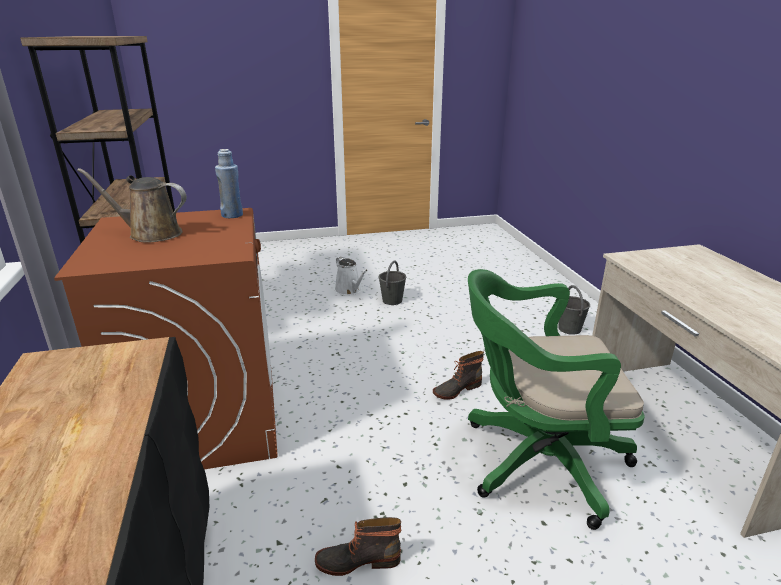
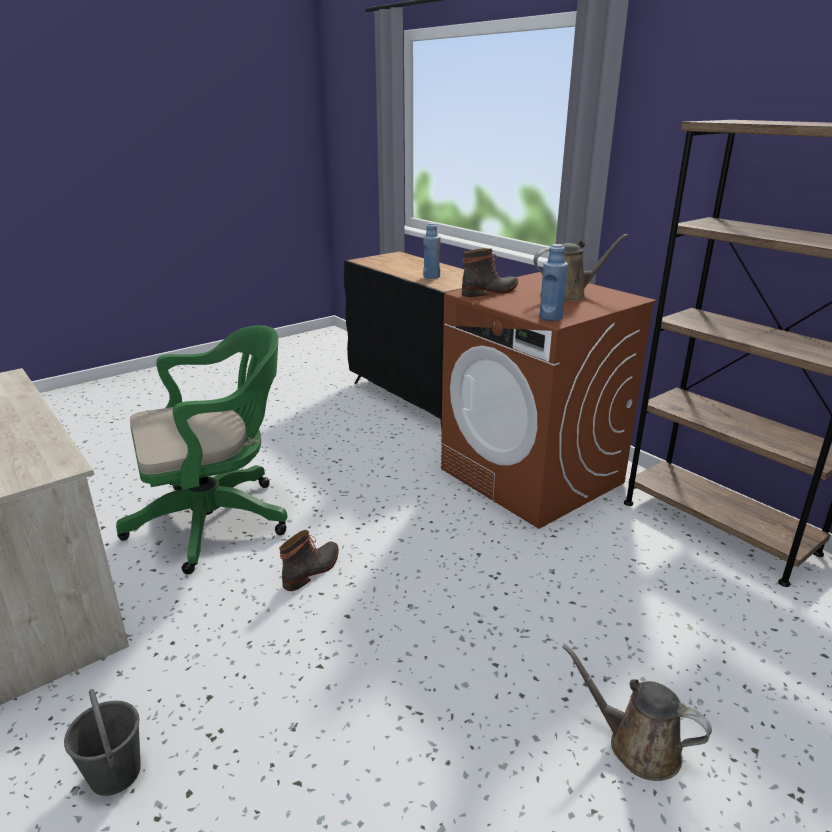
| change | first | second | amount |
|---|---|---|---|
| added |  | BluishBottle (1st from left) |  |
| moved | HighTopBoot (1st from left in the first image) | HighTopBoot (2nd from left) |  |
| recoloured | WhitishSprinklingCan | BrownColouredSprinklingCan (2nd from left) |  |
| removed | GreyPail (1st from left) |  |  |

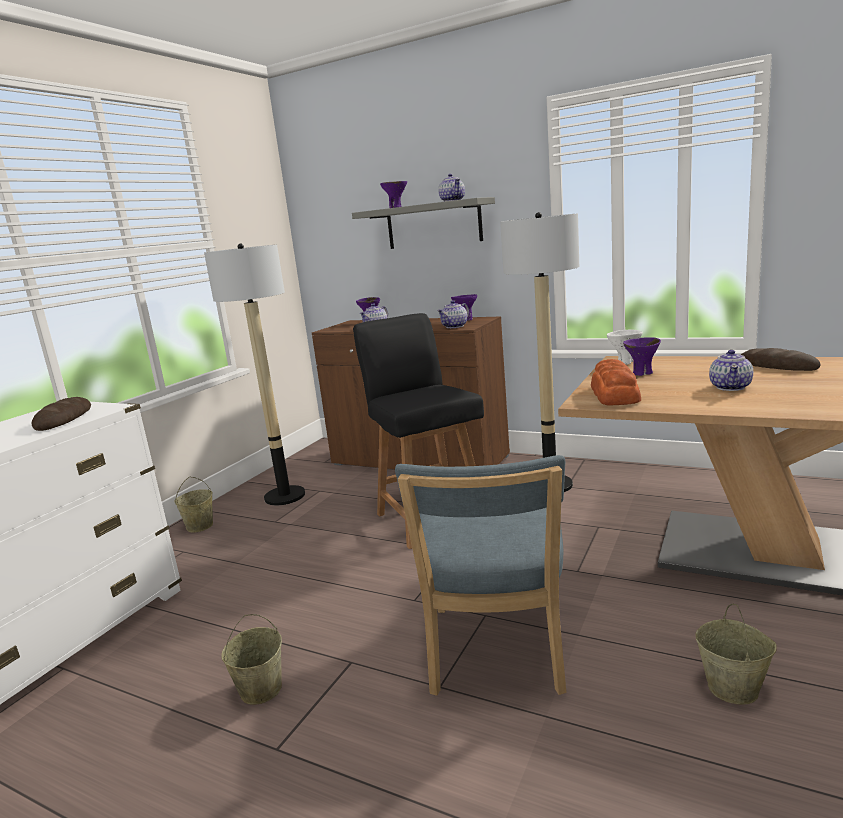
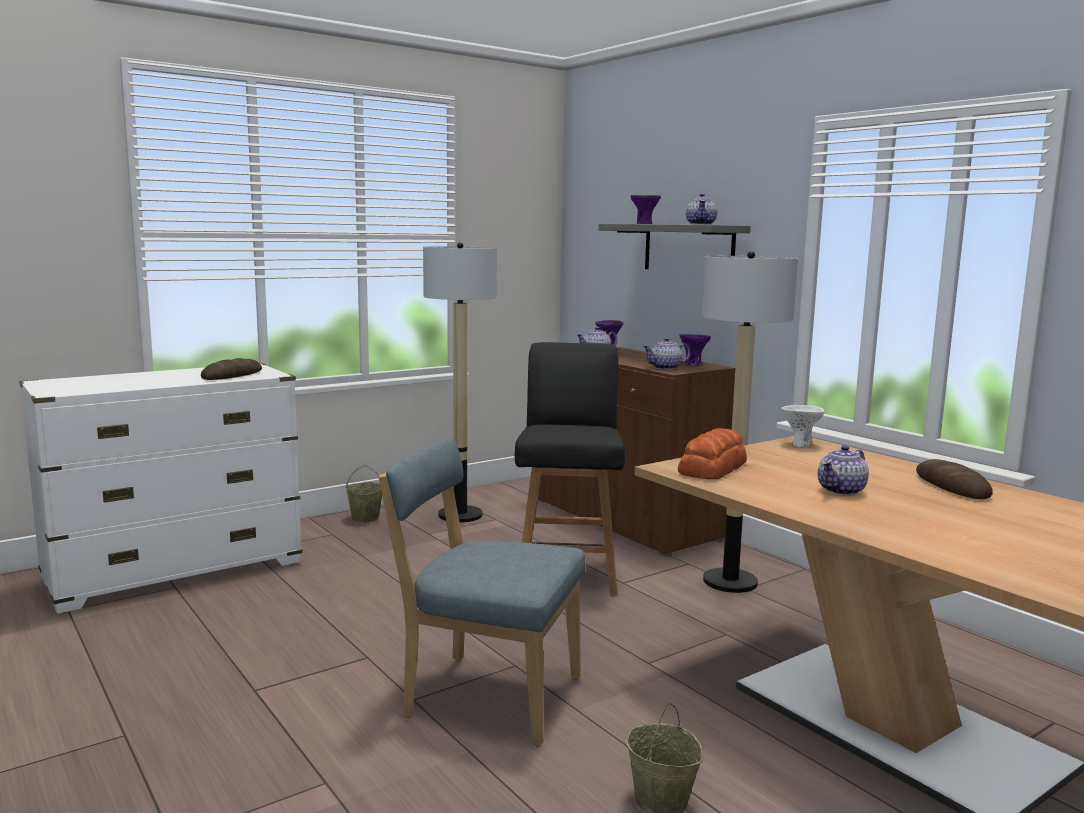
| change | first | second | amount |
|---|---|---|---|
| turned | BluishUprightChair |  | 75 degrees clockwise |
| removed | BeigePail (2nd from left) |  |  |
| removed | PurpleServingBowl (4th from left) |  |  |

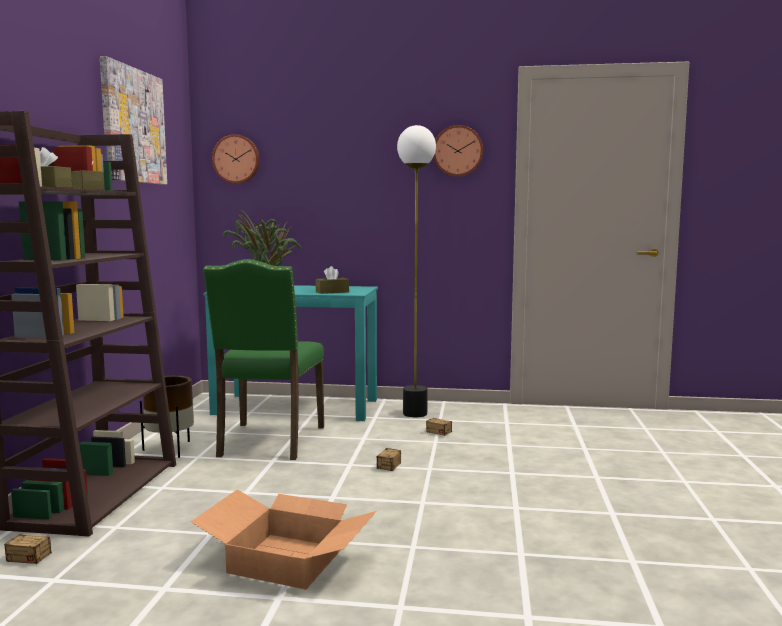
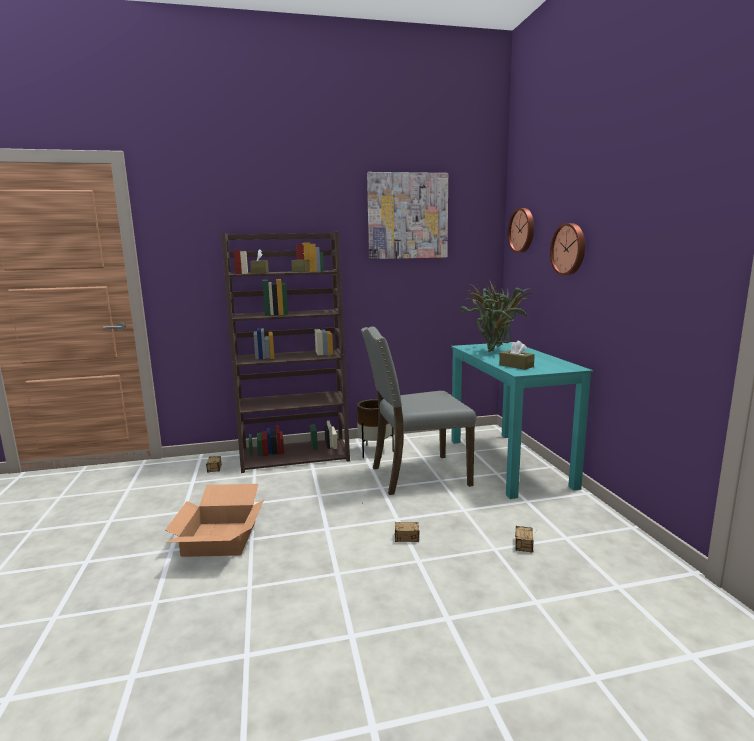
| change | first | second | amount |
|---|---|---|---|
| recoloured | GreenUprightChair | GreyUprightChair |  |
| moved | HangingClock (2nd from left) |  |  |
| removed | StandardLamp |  |  |

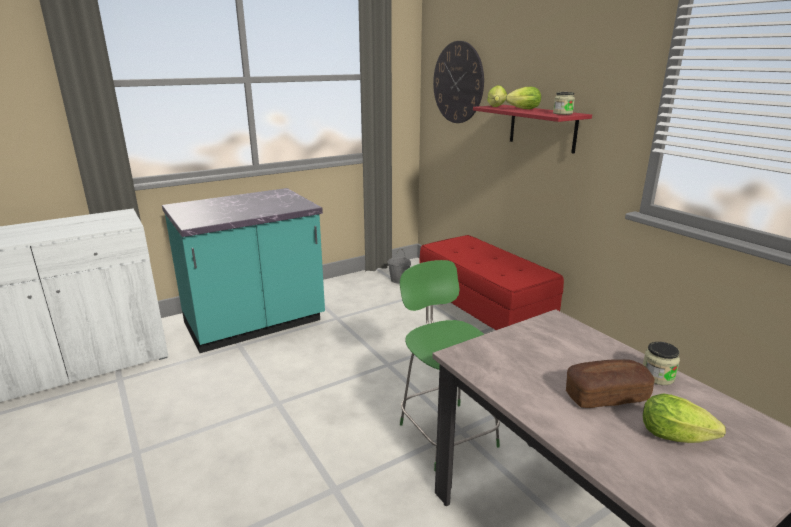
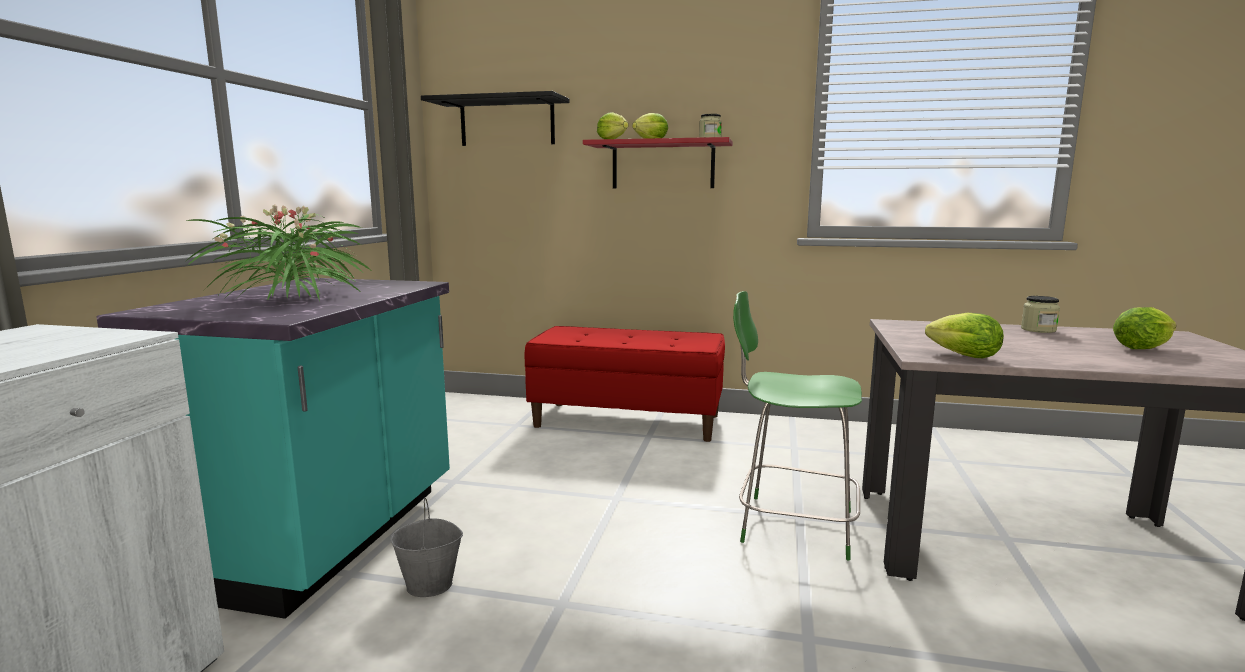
| change | first | second | amount |
|---|---|---|---|
| added |  | Houseplant |  |
| moved | GreyPail |  |  |
| replaced | HangingClock | BlackColouredWallShelf |  |
| added |  | LettuceHead (3rd from left) |  |
| removed | BakedBread |  |  |

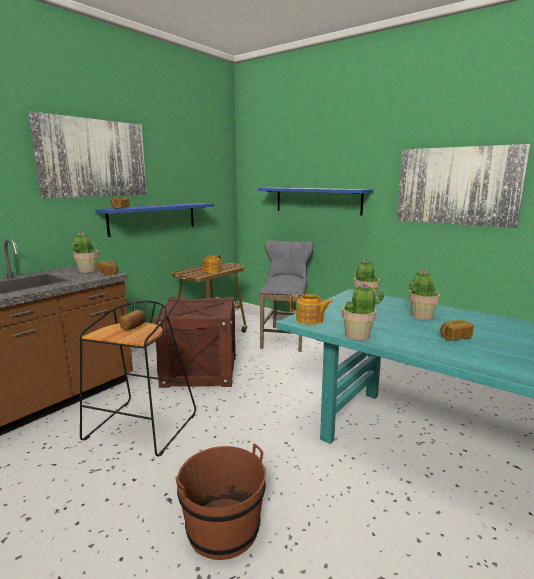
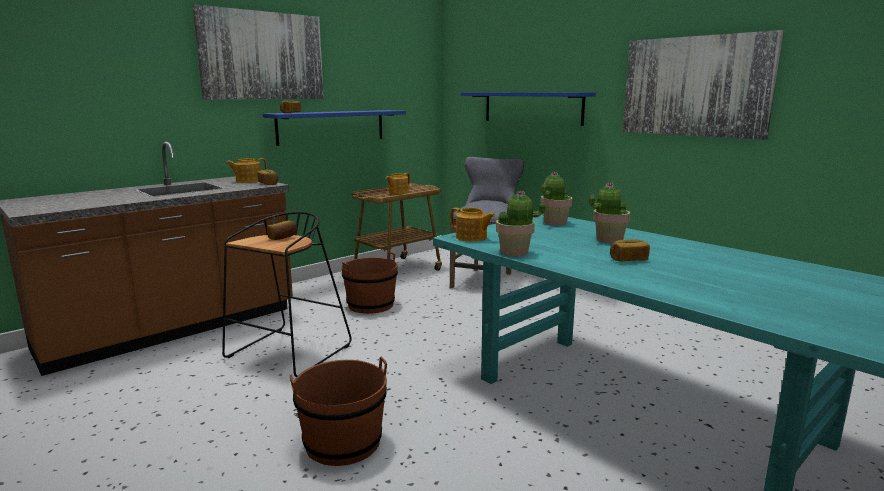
| change | first | second | amount |
|---|---|---|---|
| replaced | Houseplant (1st from left) | Teapot (1st from left) |  |
| replaced | PackingCrate | BrownColouredPail (2nd from left) |  |

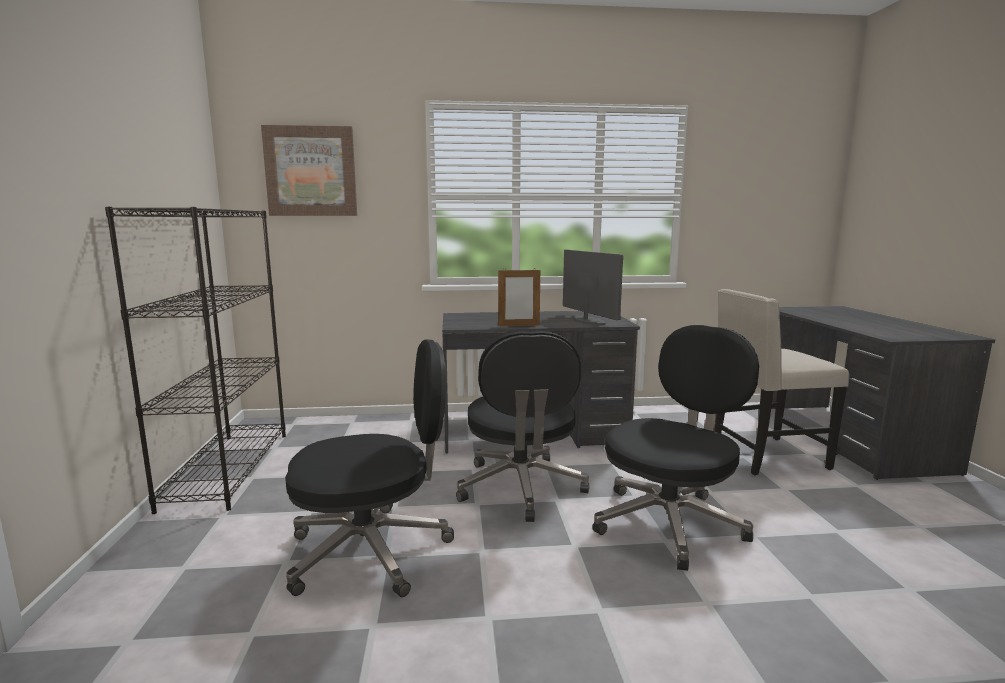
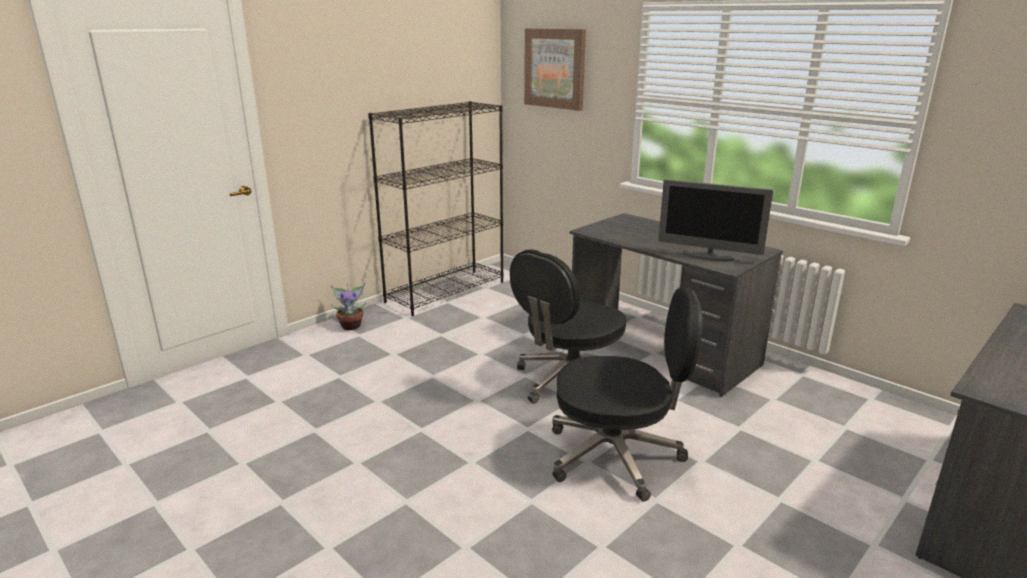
| change | first | second | amount |
|---|---|---|---|
| added |  | Houseplant |  |
| turned | ComputerDisplay |  | 90 degrees clockwise |
| removed | BlackColouredDeskChair (1st from left) |  |  |
| removed | PictureFrame |  |  |
| removed | BeigeUprightChair |  |  |

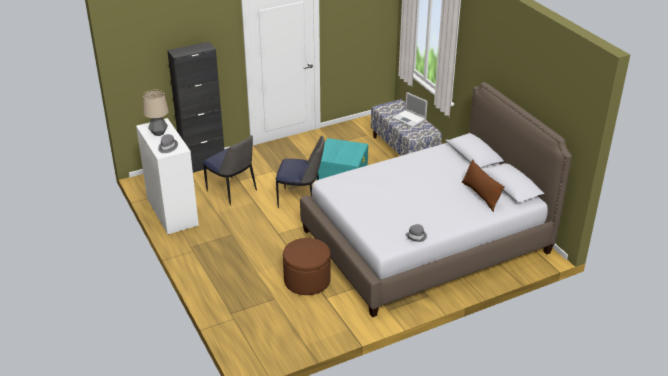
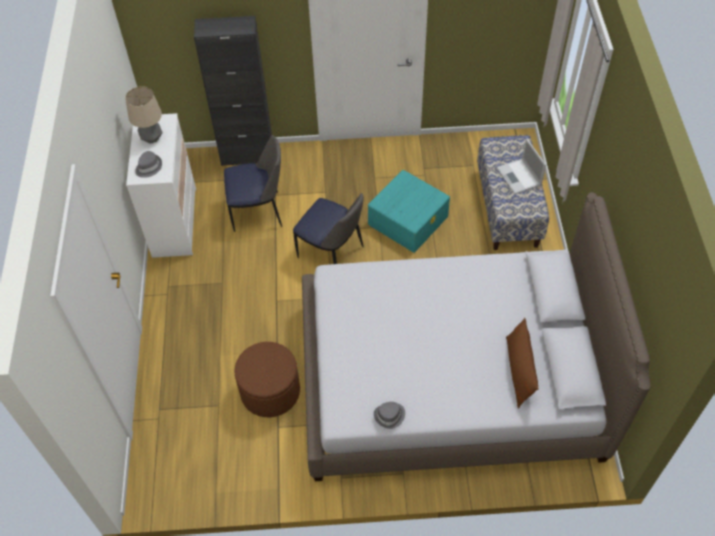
| change | first | second | amount |
|---|---|---|---|
| turned | UprightChair (1st from left) |  | 75 degrees counterclockwise |

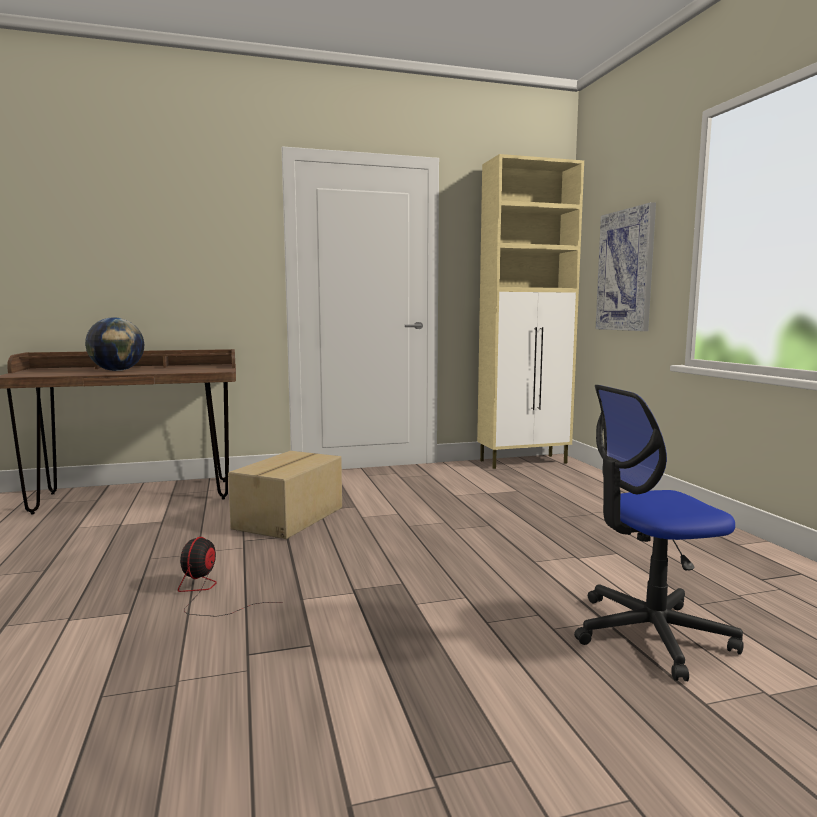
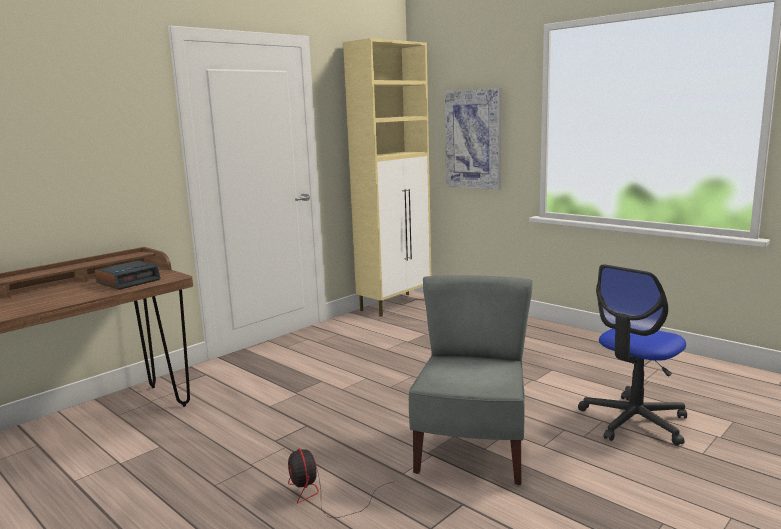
| change | first | second | amount |
|---|---|---|---|
| added |  | TableClock |  |
| added |  | GreyUprightChair |  |
| removed | WorldGlobe |  |  |
| removed | CardboardBox |  |  |

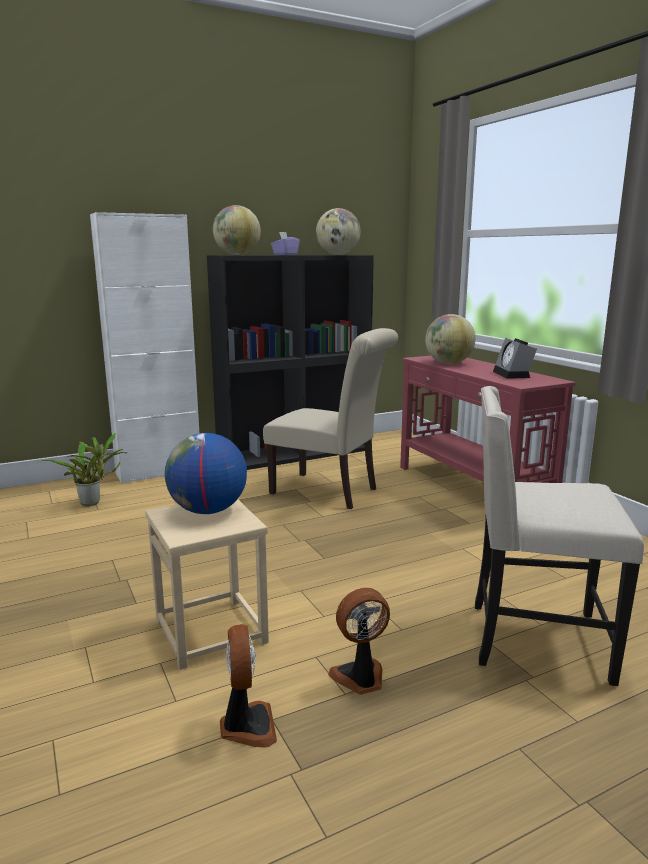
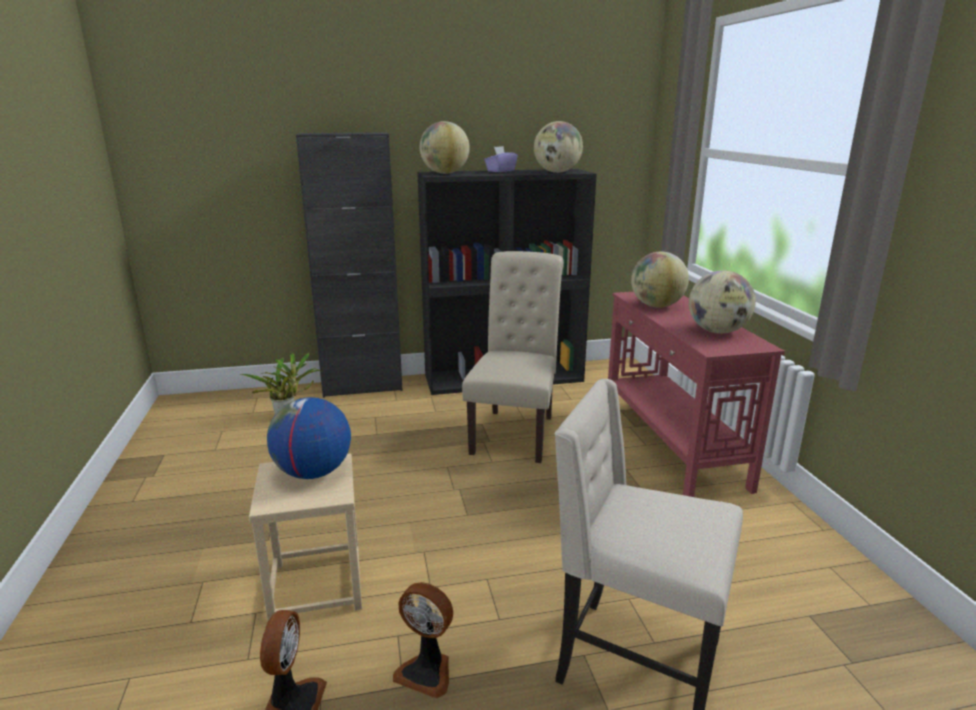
| change | first | second | amount |
|---|---|---|---|
| recoloured | WhitishStorageCabinet | BlackColouredStorageCabinet |  |
| turned | Fan (2nd from left) |  | 150 degrees counterclockwise |
| turned | BeigeUprightChair (1st from left) |  | 120 degrees counterclockwise |
| replaced | TableClock | WorldGlobe (5th from left) |  |

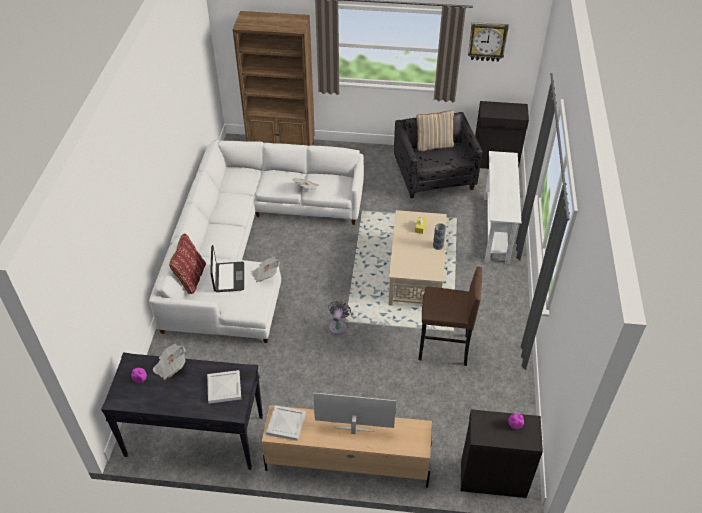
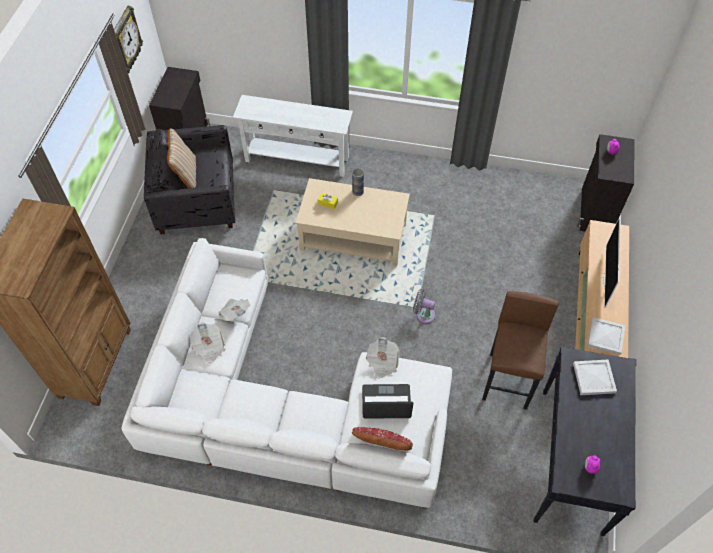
| change | first | second | amount |
|---|---|---|---|
| moved | DailyPaper (1st from left) |  |  |
| moved | BrownColouredSittingStool |  |  |

